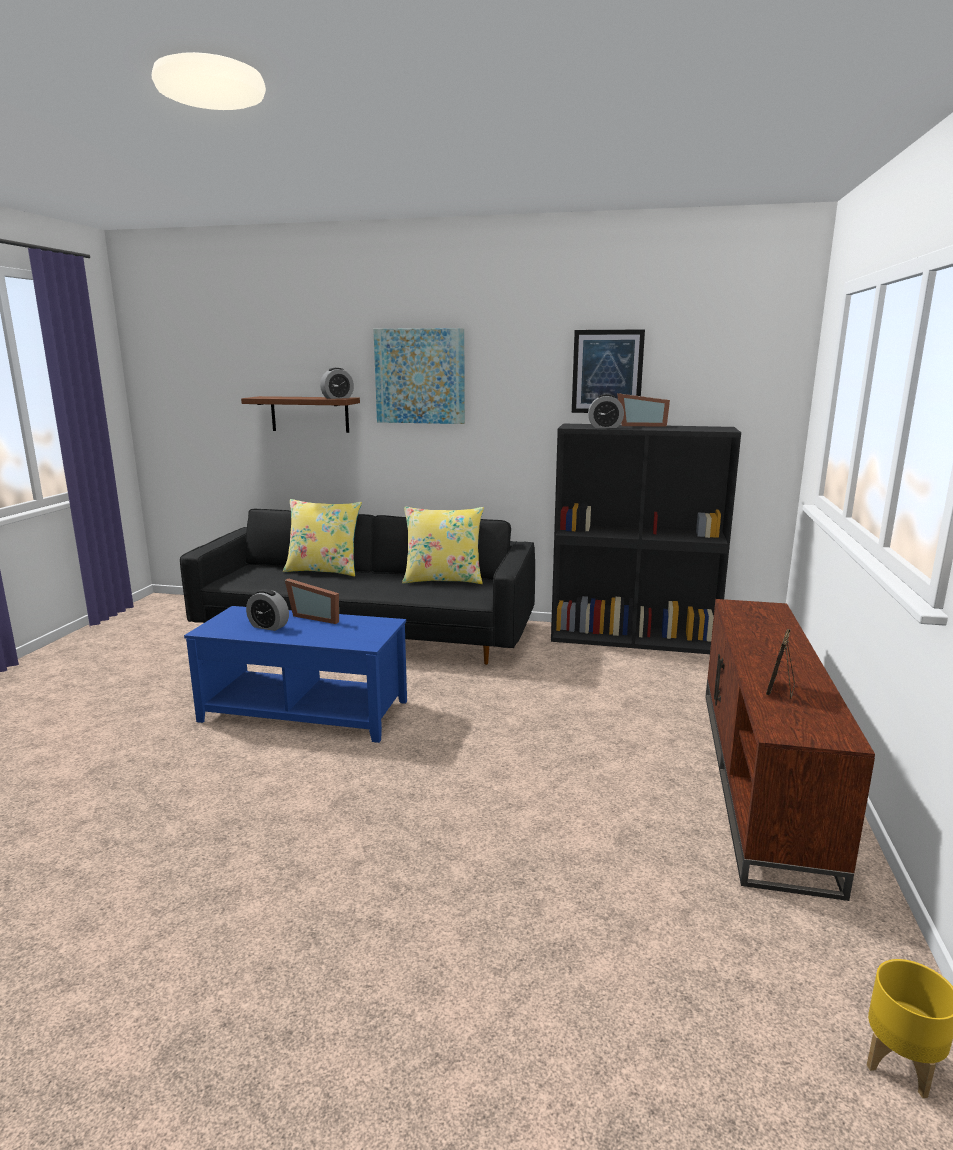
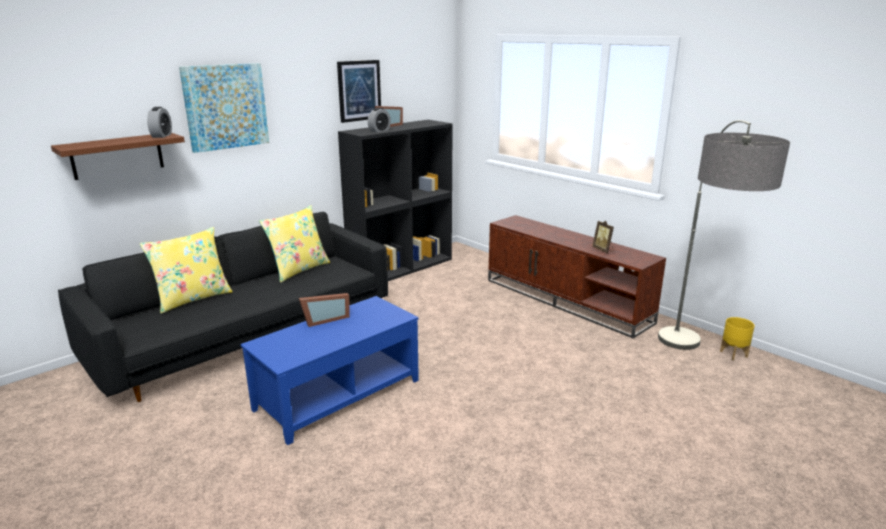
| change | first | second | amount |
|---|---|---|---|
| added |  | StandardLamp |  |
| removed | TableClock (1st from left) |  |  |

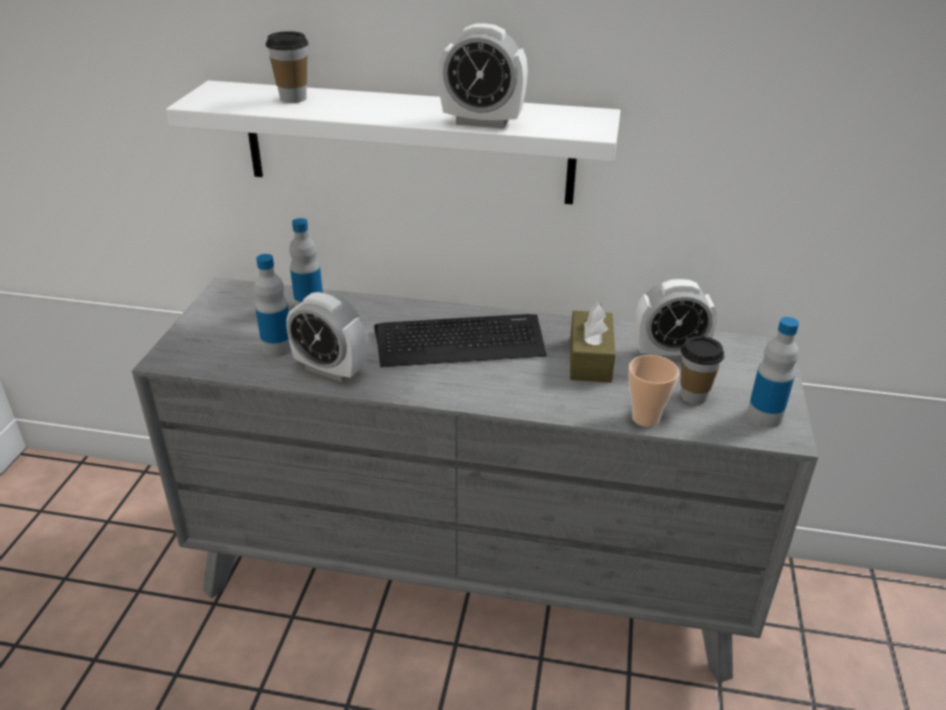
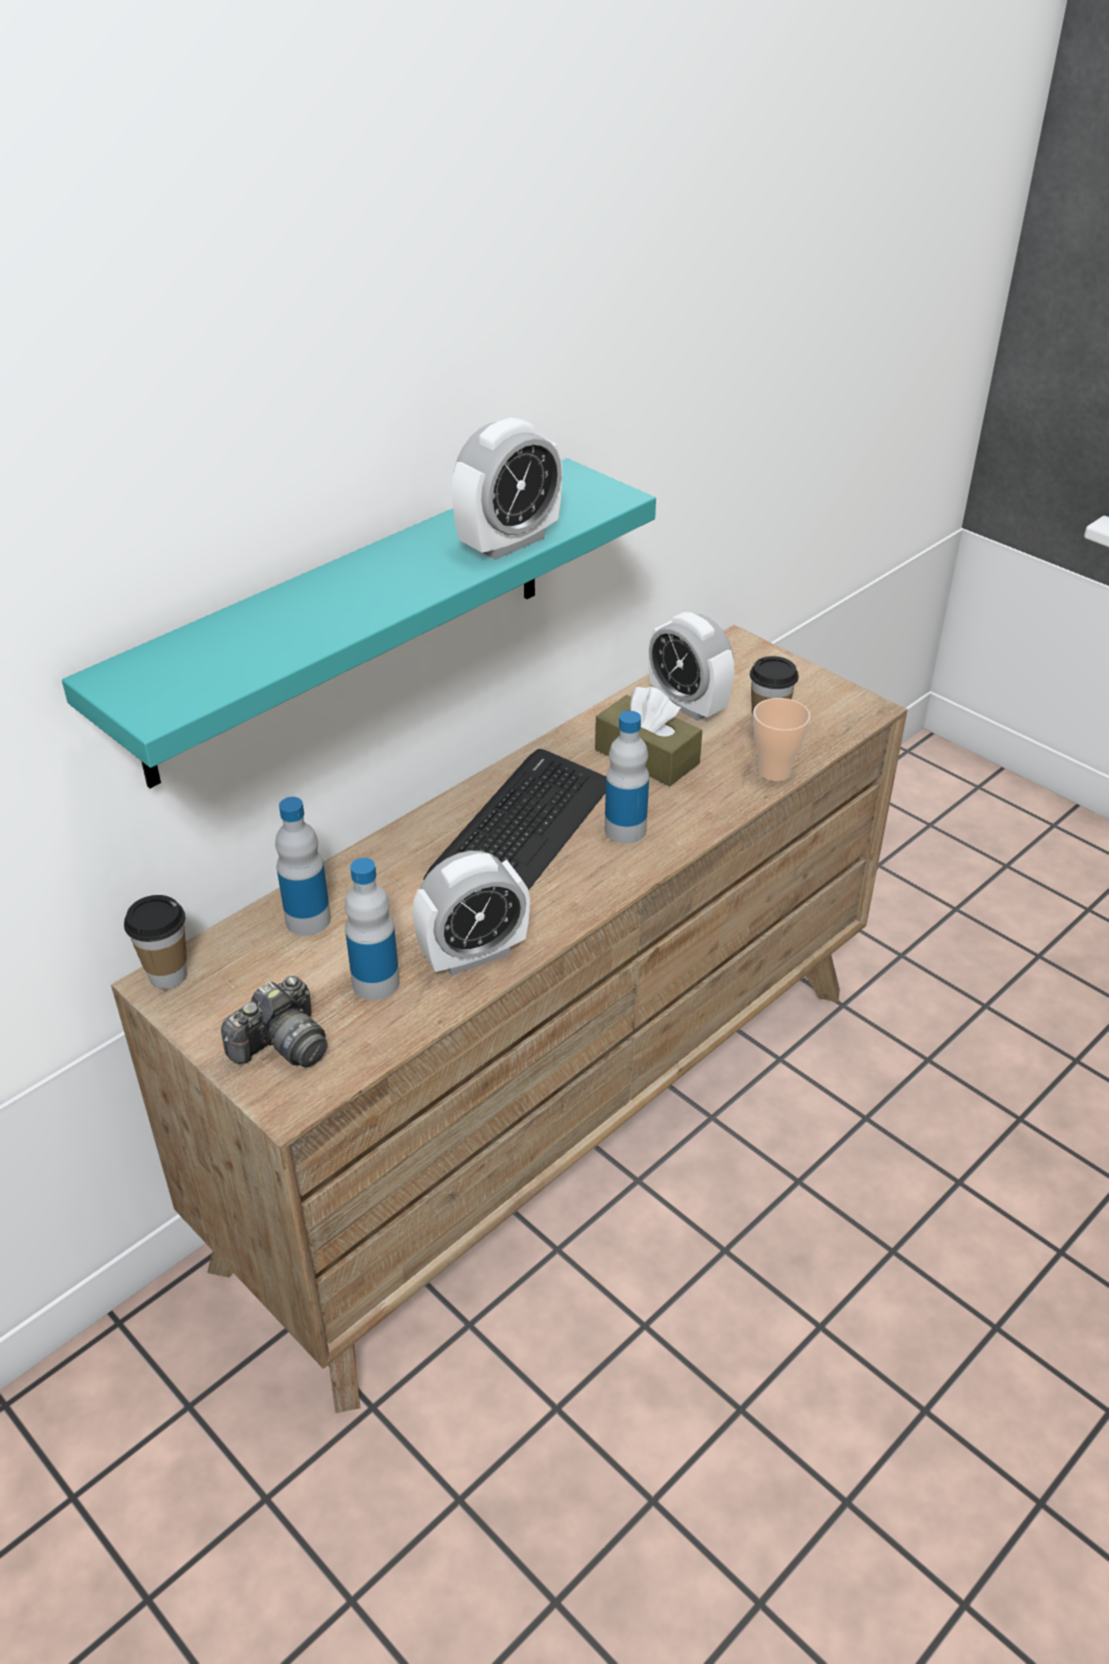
| change | first | second | amount |
|---|---|---|---|
| recoloured | WhitishWallShelf | TurquoiseWallShelf |  |
| recoloured | GreyDresser | BrownColouredDresser |  |
| moved | SmallCup (1st from left) |  |  |
| added |  | PhotoCamera |  |
| moved | Bottle (3rd from left) |  |  |
| turned | TableClock (3rd from left) |  | 105 degrees clockwise |

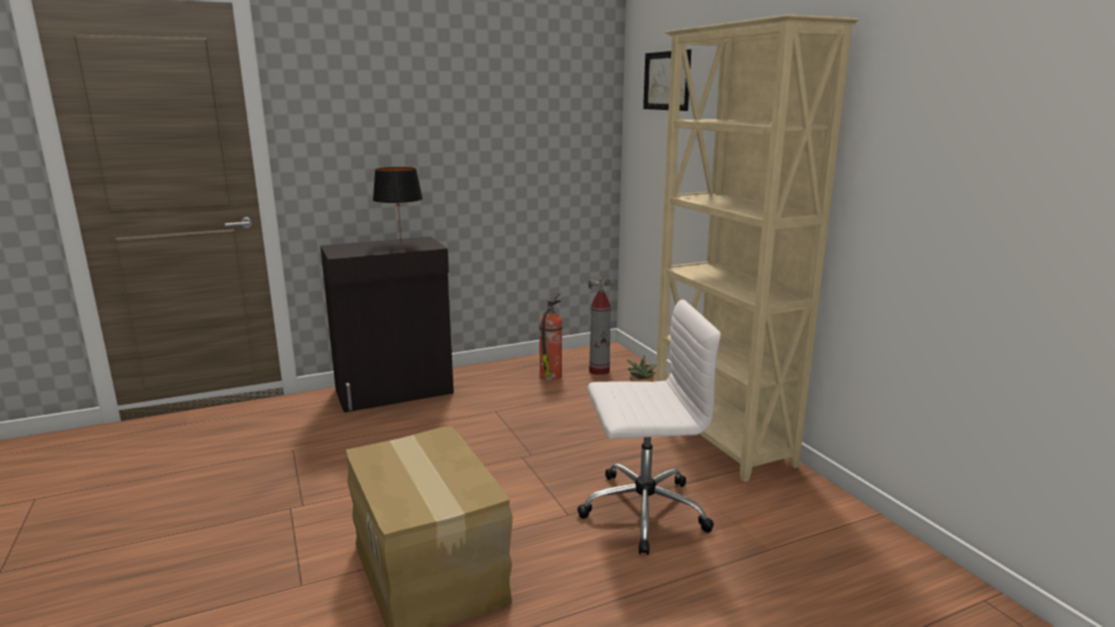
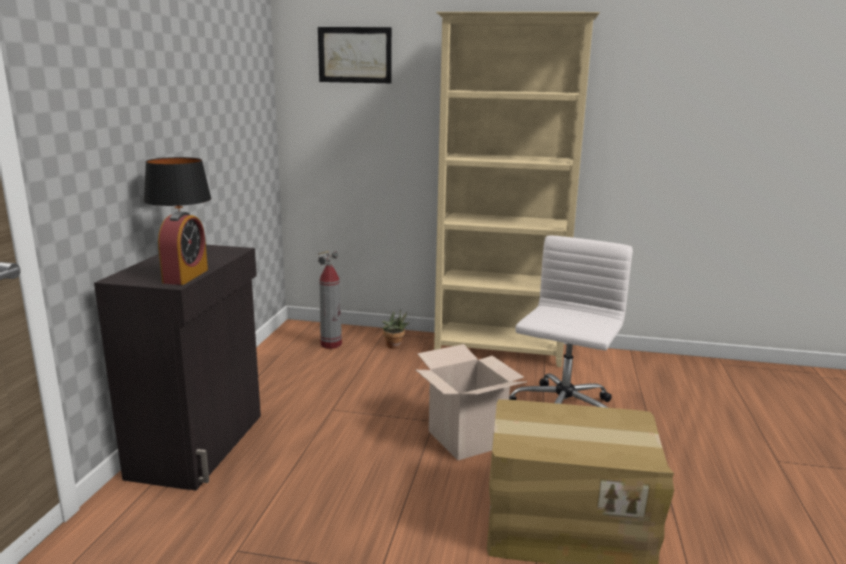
| change | first | second | amount |
|---|---|---|---|
| added |  | TableClock |  |
| added |  | CardboardBox (1st from left) |  |
| removed | Extinguisher (1st from left) |  |  |

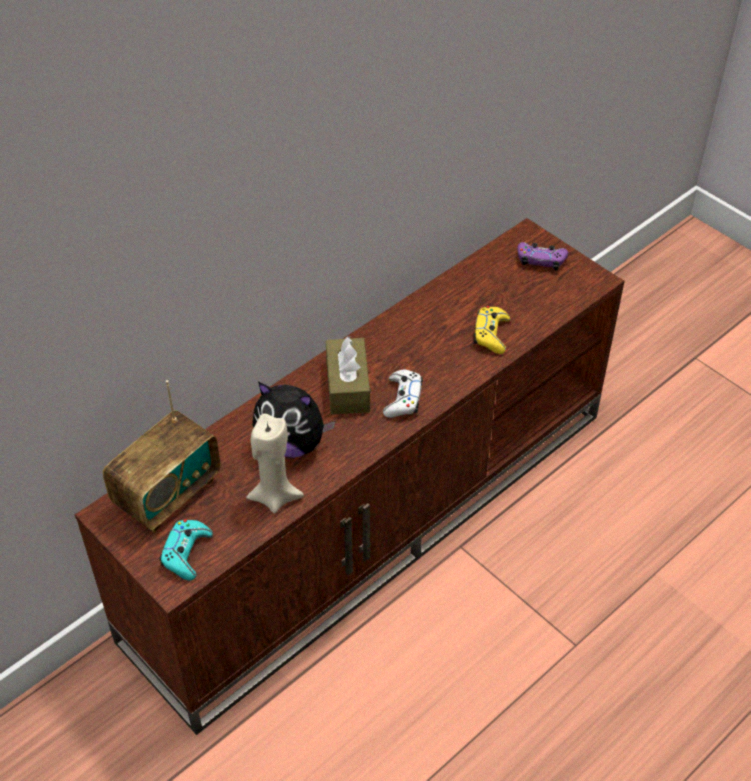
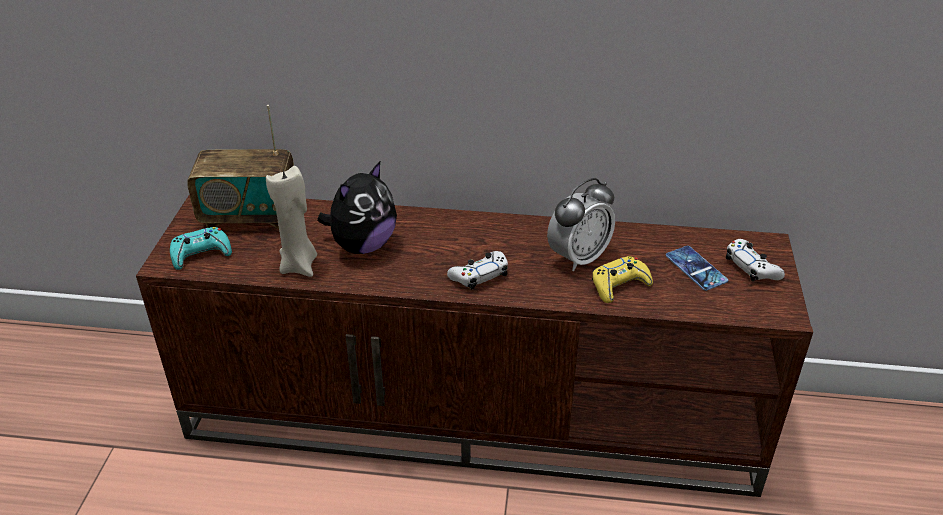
| change | first | second | amount |
|---|---|---|---|
| turned | CuddlyToy |  | 120 degrees counterclockwise |
| added |  | TableClock |  |
| added |  | Handset |  |
| recoloured | PurpleGamepad | WhitishGamepad (2nd from left) |  |
| removed | BrownColouredTissueBox |  |  |

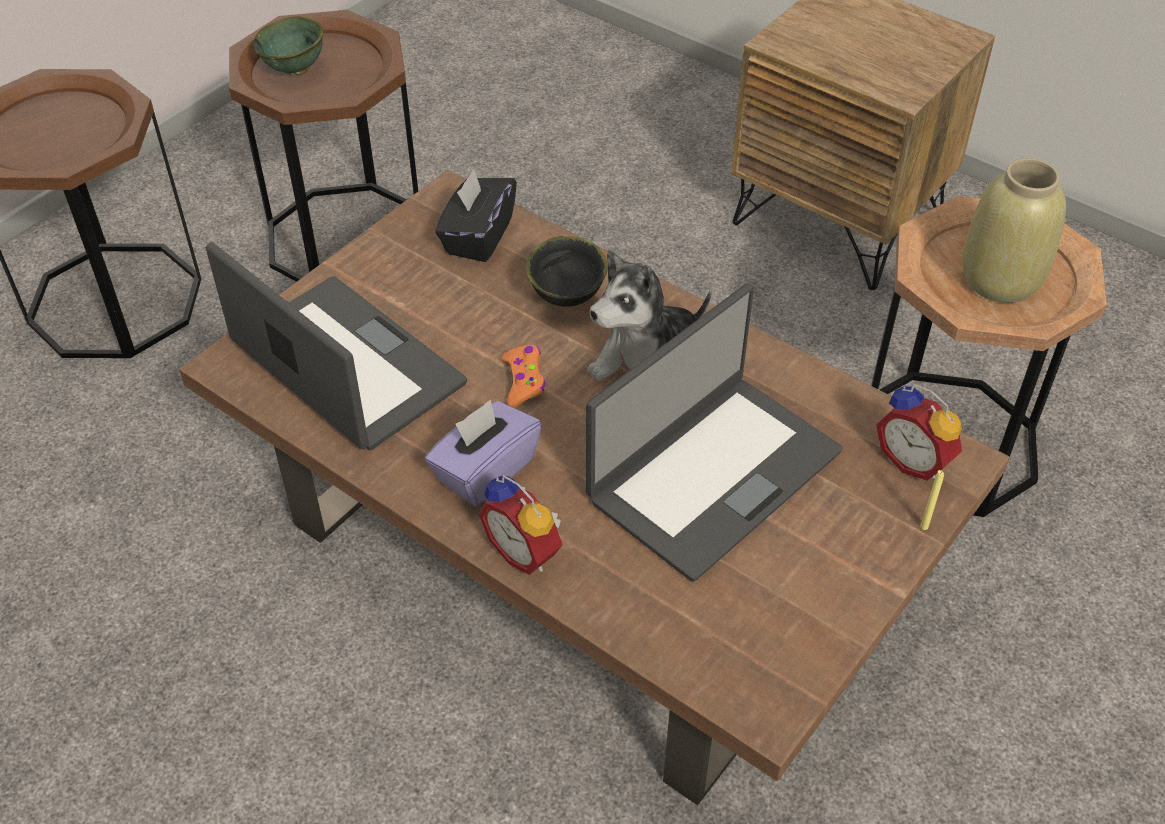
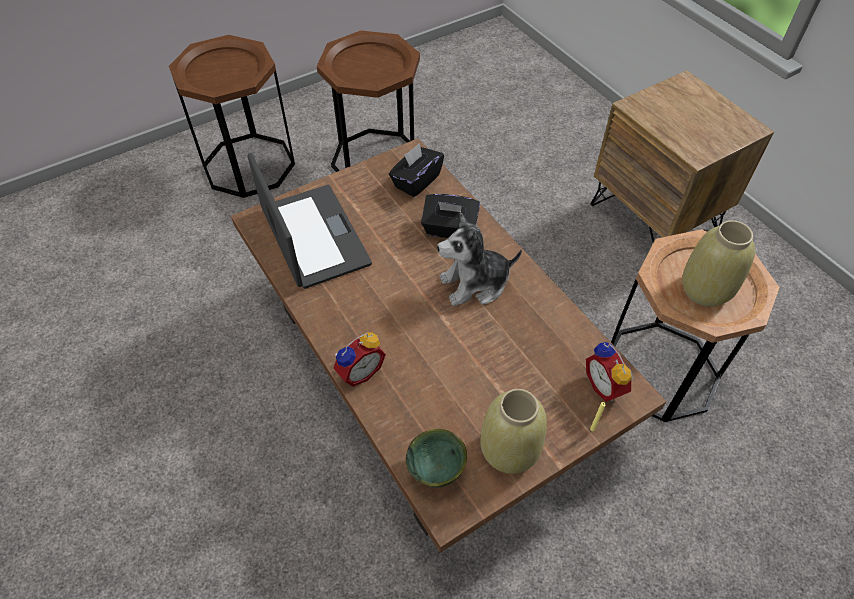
| change | first | second | amount |
|---|---|---|---|
| turned | TableClock (1st from left) |  | 105 degrees counterclockwise |
| moved | GreenServingBowl |  |  |
| replaced | BlackColouredServingBowl | BlackColouredTissueBox (2nd from left) |  |
| added |  | BeigeVase (1st from left) |  |
| removed | PurpleTissueBox |  |  |
| removed | OrangeyGamepad |  |  |
| removed | NotebookComputer (2nd from left) |  |  |

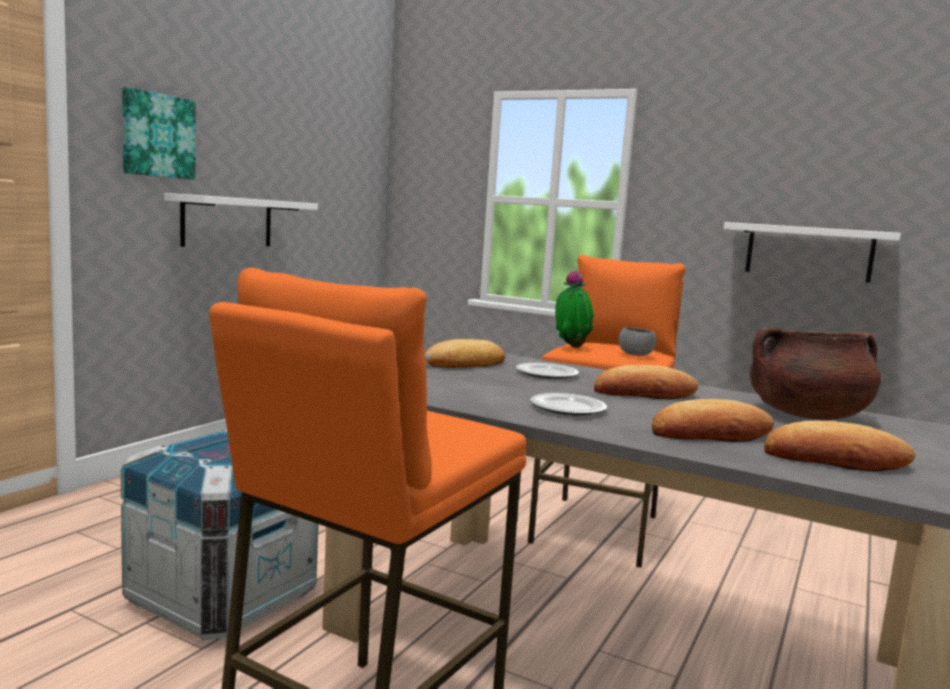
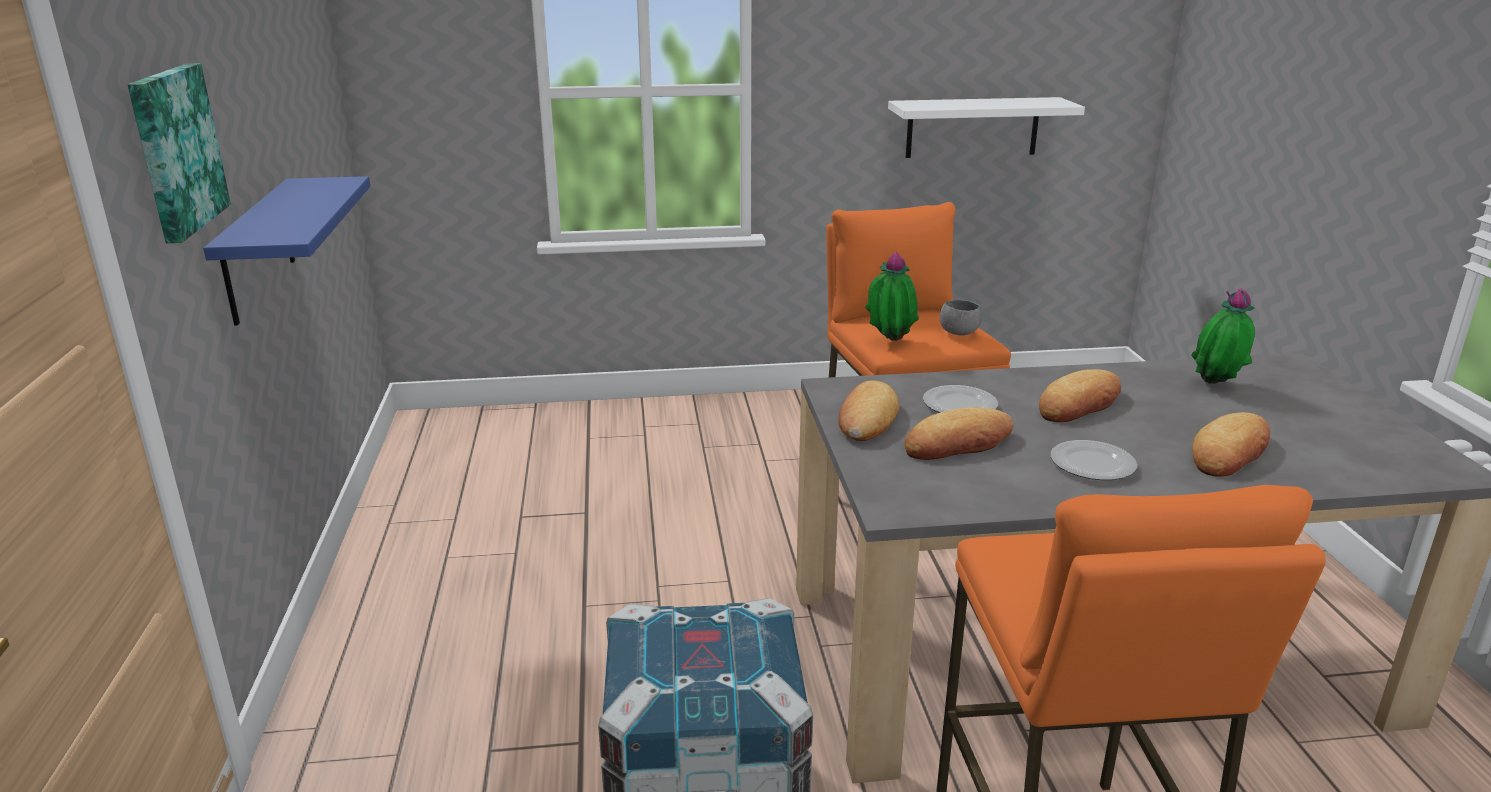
| change | first | second | amount |
|---|---|---|---|
| recoloured | WhitishWallShelf (1st from left) | BluishWallShelf |  |
| moved | BakedBread (4th from left in the first image) | BakedBread (2nd from left) |  |
| replaced | BrownColouredCookingPot | Houseplant (2nd from left) |  |

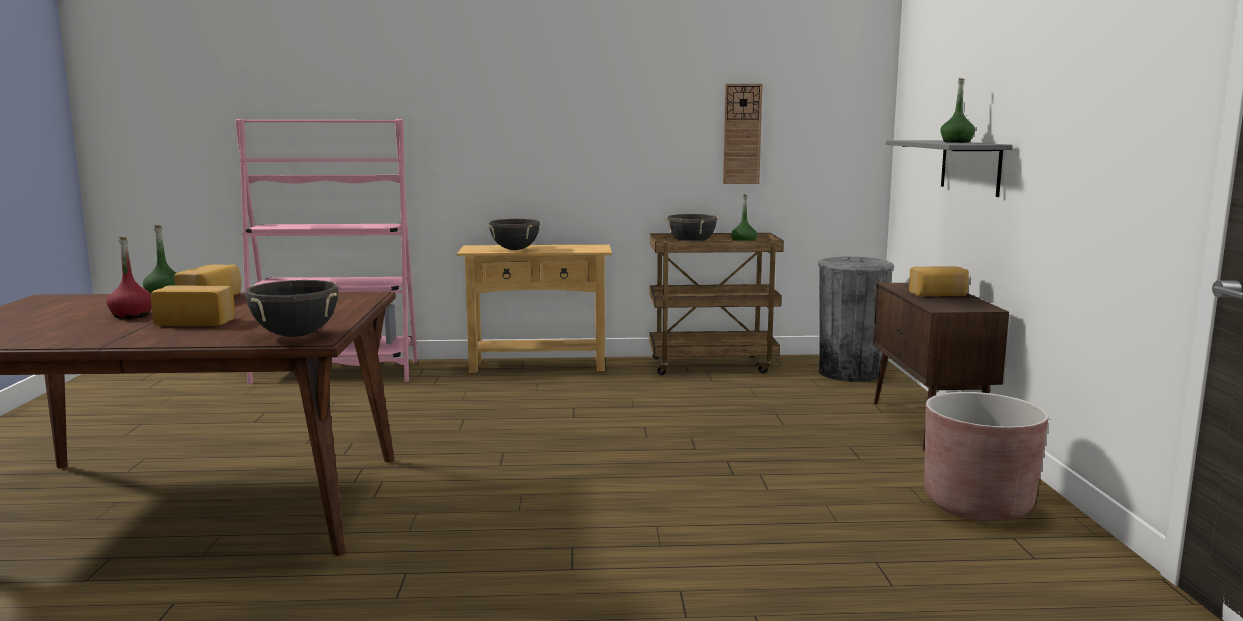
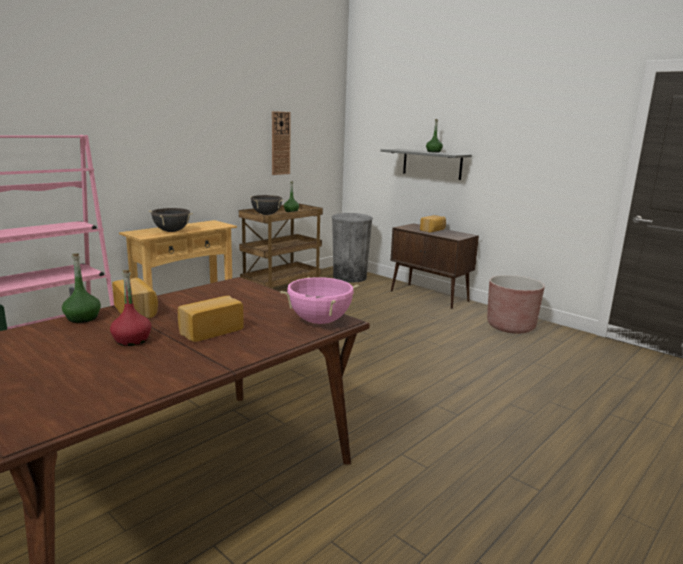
| change | first | second | amount |
|---|---|---|---|
| recoloured | BlackColouredCookingPot (1st from left) | PinkCookingPot |  |

